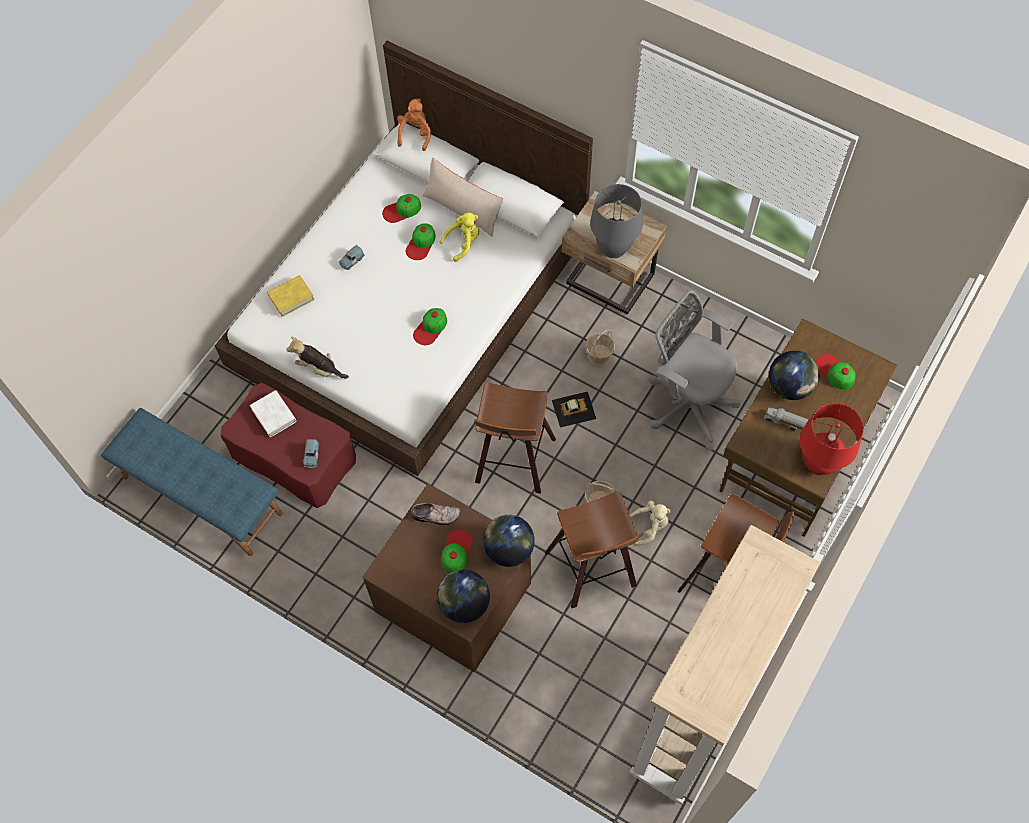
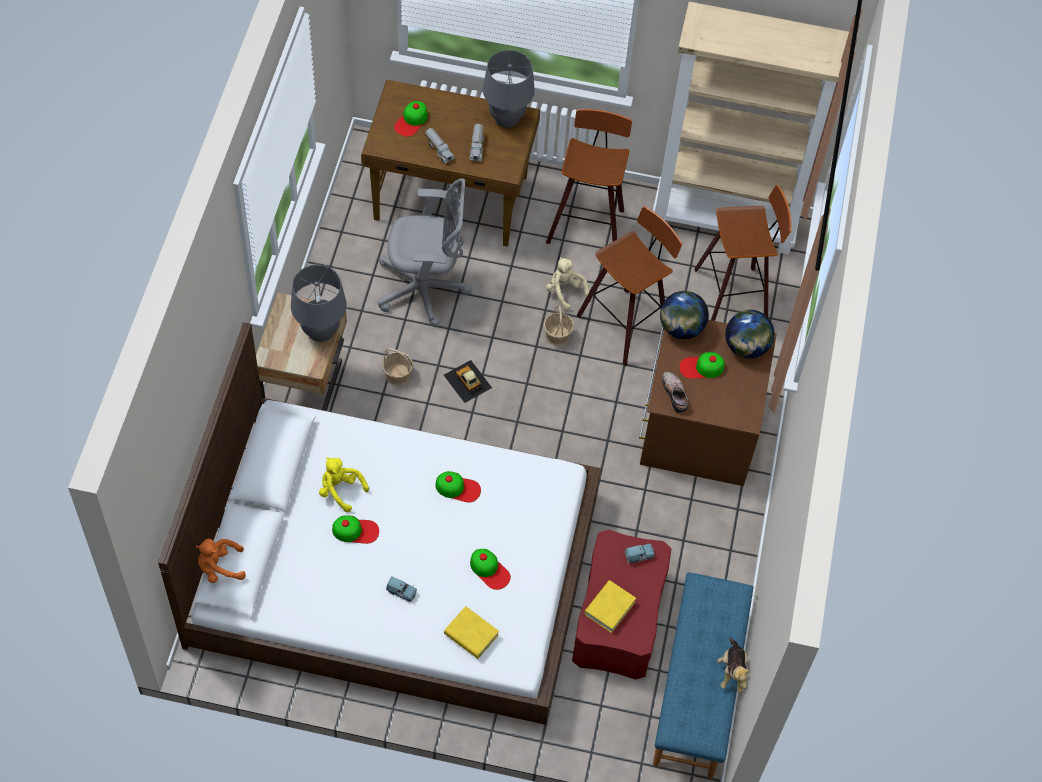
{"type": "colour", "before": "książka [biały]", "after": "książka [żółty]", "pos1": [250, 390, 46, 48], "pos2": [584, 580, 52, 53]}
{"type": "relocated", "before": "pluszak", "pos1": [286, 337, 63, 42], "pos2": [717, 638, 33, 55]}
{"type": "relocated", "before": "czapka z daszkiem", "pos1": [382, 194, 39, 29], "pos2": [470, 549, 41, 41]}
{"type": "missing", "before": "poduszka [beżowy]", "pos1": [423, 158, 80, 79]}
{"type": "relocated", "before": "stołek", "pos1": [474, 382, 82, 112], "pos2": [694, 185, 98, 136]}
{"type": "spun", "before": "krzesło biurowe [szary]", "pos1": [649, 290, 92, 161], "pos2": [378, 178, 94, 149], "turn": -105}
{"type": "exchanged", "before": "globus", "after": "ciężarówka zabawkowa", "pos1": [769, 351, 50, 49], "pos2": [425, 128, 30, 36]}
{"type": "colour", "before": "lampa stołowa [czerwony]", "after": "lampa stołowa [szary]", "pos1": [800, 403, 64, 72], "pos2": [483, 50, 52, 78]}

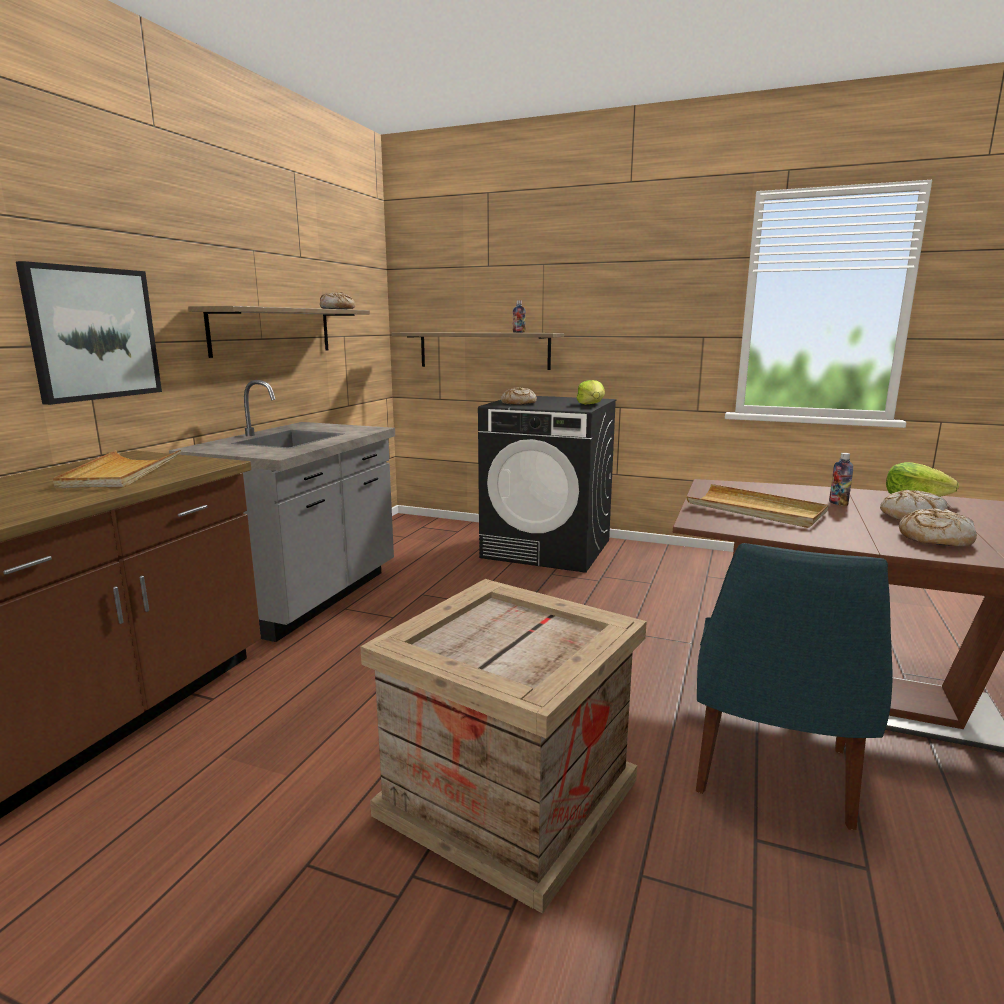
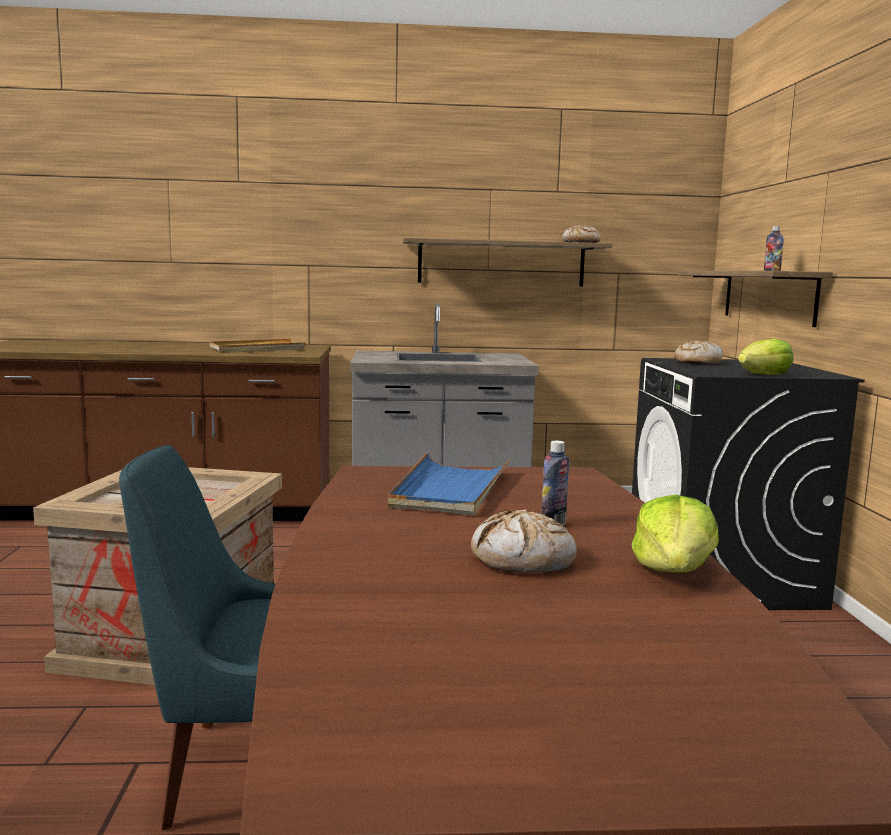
{"type": "missing", "before": "obraz", "pos1": [16, 261, 146, 144]}
{"type": "colour", "before": "taca [beżowy]", "after": "taca [niebieski]", "pos1": [686, 484, 142, 44], "pos2": [388, 452, 122, 64]}
{"type": "missing", "before": "chleb", "pos1": [899, 509, 78, 38]}

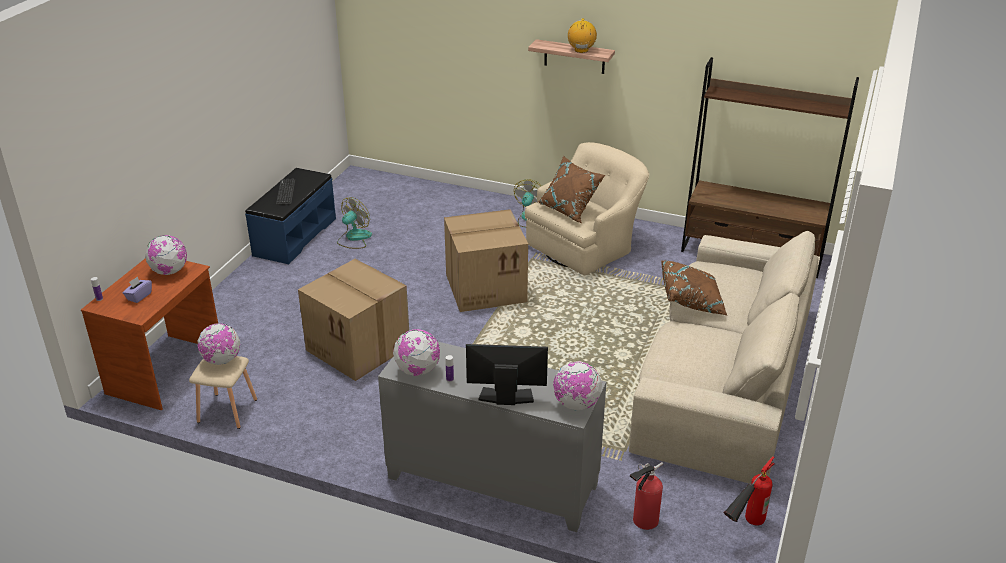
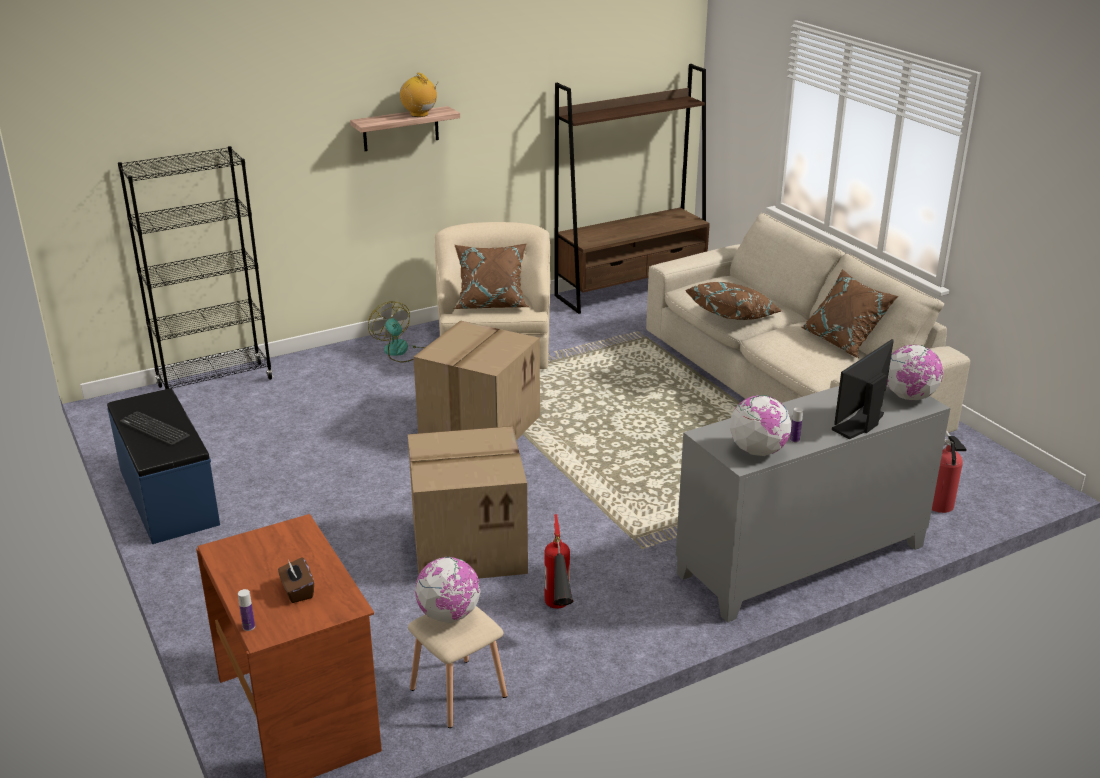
{"type": "colour", "before": "pudełko chusteczek [fioletowy]", "after": "pudełko chusteczek [brązowy]", "pos1": [123, 276, 29, 27], "pos2": [278, 557, 36, 46]}
{"type": "missing", "before": "globus", "pos1": [145, 235, 42, 40]}
{"type": "missing", "before": "wentylator", "pos1": [337, 197, 35, 52]}
{"type": "relocated", "before": "gaśnica", "pos1": [723, 456, 52, 70], "pos2": [545, 514, 28, 95]}
{"type": "appeared", "after": "regał [czarny]", "pos2": [118, 146, 155, 243]}
{"type": "appeared", "after": "poduszka [brązowy]", "pos2": [802, 269, 97, 89]}

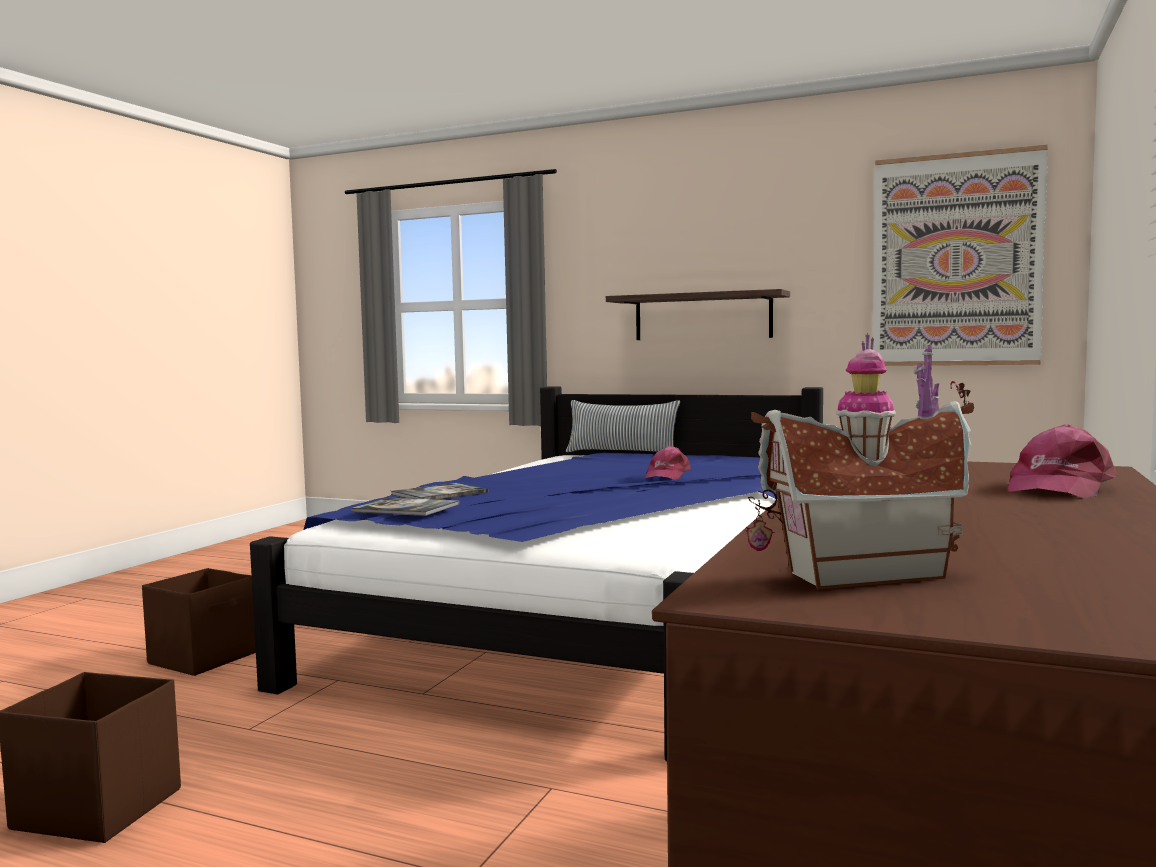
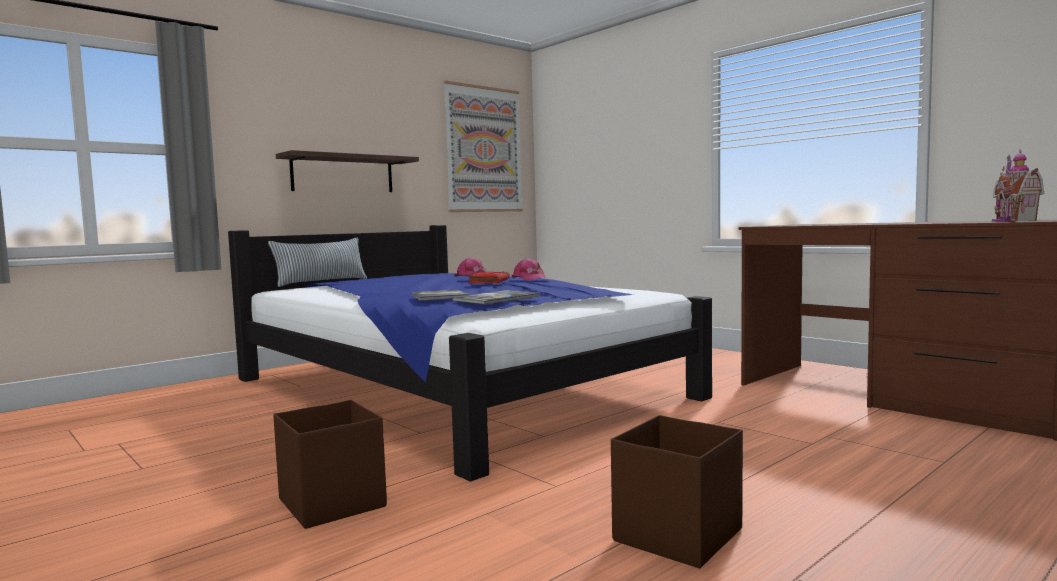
{"type": "relocated", "before": "czapka z daszkiem [różowy]", "pos1": [1008, 424, 110, 75], "pos2": [512, 258, 35, 23]}
{"type": "appeared", "after": "książka [czerwony]", "pos2": [468, 271, 42, 13]}

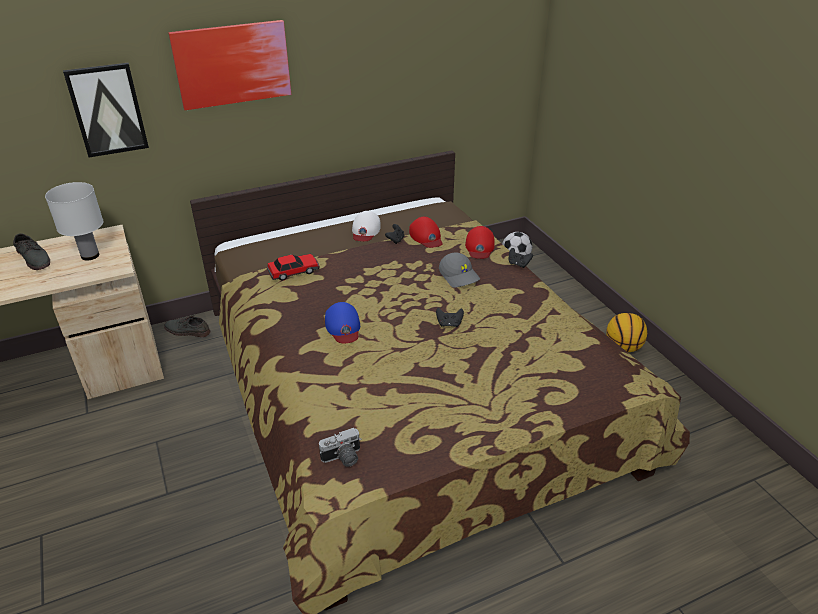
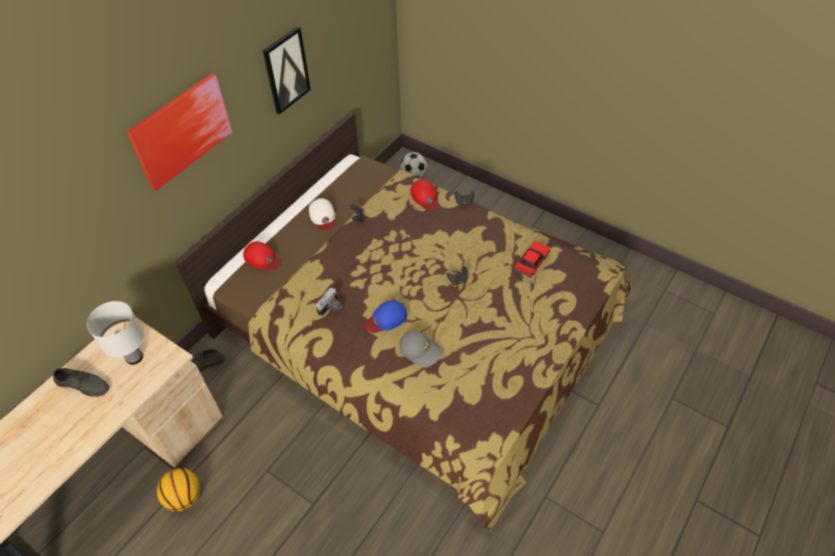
{"type": "relocated", "before": "obraz", "pos1": [63, 63, 86, 94], "pos2": [263, 26, 48, 88]}
{"type": "relocated", "before": "samochodzik", "pos1": [267, 254, 53, 27], "pos2": [515, 241, 35, 37]}
{"type": "relocated", "before": "aparat fotograficzny", "pos1": [319, 428, 42, 39], "pos2": [316, 288, 27, 28]}
{"type": "spun", "before": "czapka z daszkiem [niebieski]", "pos1": [325, 302, 35, 41], "pos2": [364, 300, 43, 33], "turn": 105}
{"type": "relocated", "before": "czapka z daszkiem [czerwony]", "pos1": [409, 217, 34, 31], "pos2": [243, 241, 38, 30]}
{"type": "relocated", "before": "czapka z daszkiem [szary]", "pos1": [439, 252, 41, 36], "pos2": [399, 330, 43, 38]}
{"type": "relocated", "before": "piłka do koszykówki", "pos1": [606, 313, 41, 39], "pos2": [157, 468, 43, 43]}

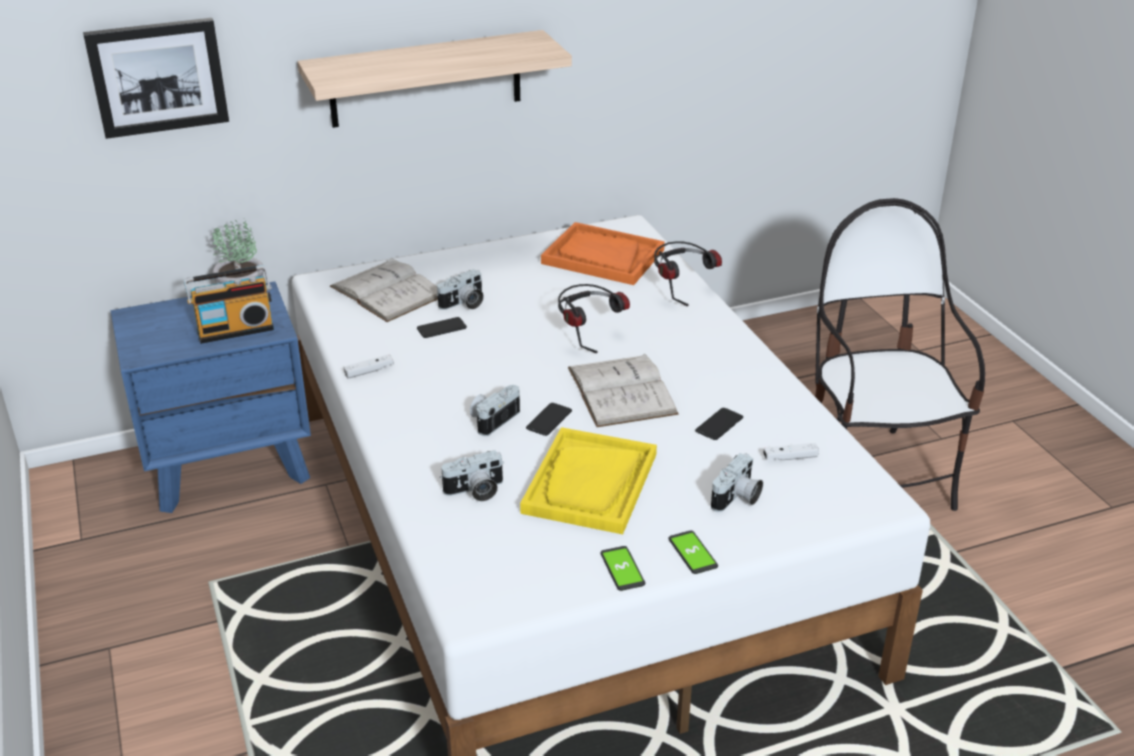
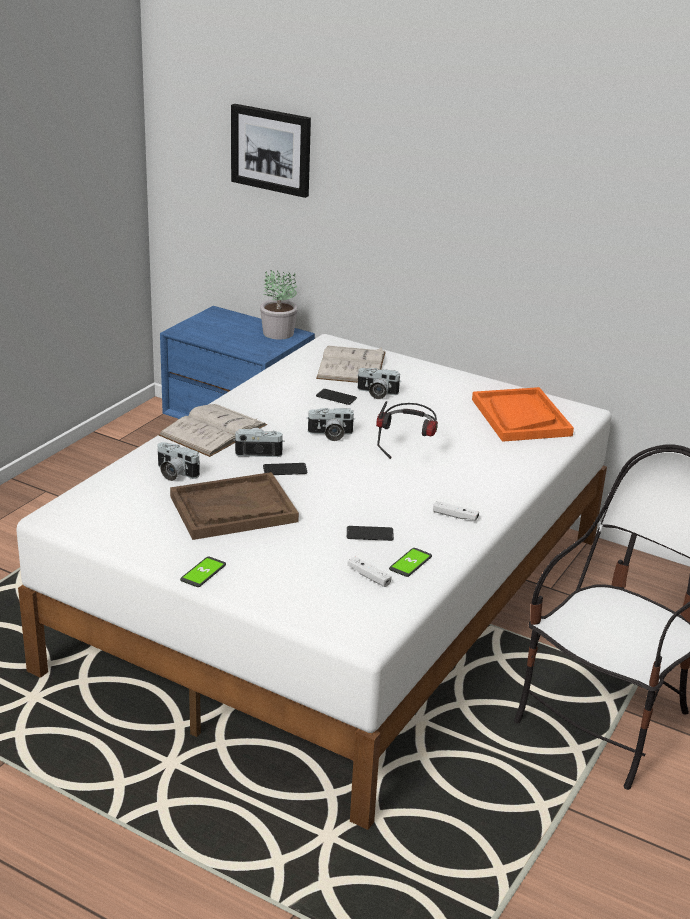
{"type": "missing", "before": "radio", "pos1": [184, 265, 90, 79]}
{"type": "missing", "before": "półka", "pos1": [297, 30, 275, 98]}
{"type": "relocated", "before": "pad do gier [biały]", "pos1": [343, 354, 50, 25], "pos2": [433, 501, 46, 20]}
{"type": "colour", "before": "taca [żółty]", "after": "taca [brązowy]", "pos1": [520, 427, 137, 107], "pos2": [170, 472, 129, 68]}
{"type": "relocated", "before": "książka [biały]", "pos1": [568, 354, 111, 73], "pos2": [159, 404, 108, 53]}
{"type": "relocated", "before": "telefon", "pos1": [600, 546, 45, 45], "pos2": [389, 548, 43, 29]}
{"type": "missing", "before": "słuchawki", "pos1": [654, 241, 68, 65]}
{"type": "relocated", "before": "aparat fotograficzny", "pos1": [711, 453, 52, 59], "pos2": [306, 408, 49, 33]}

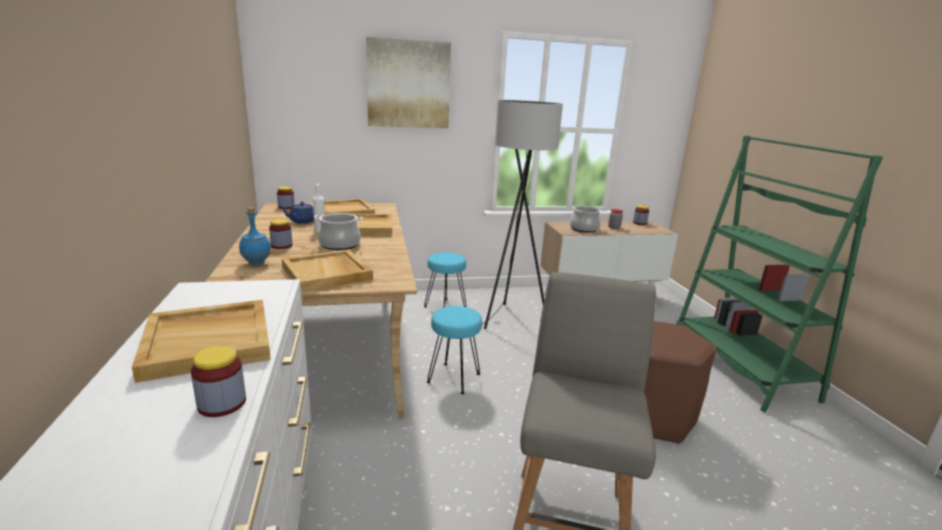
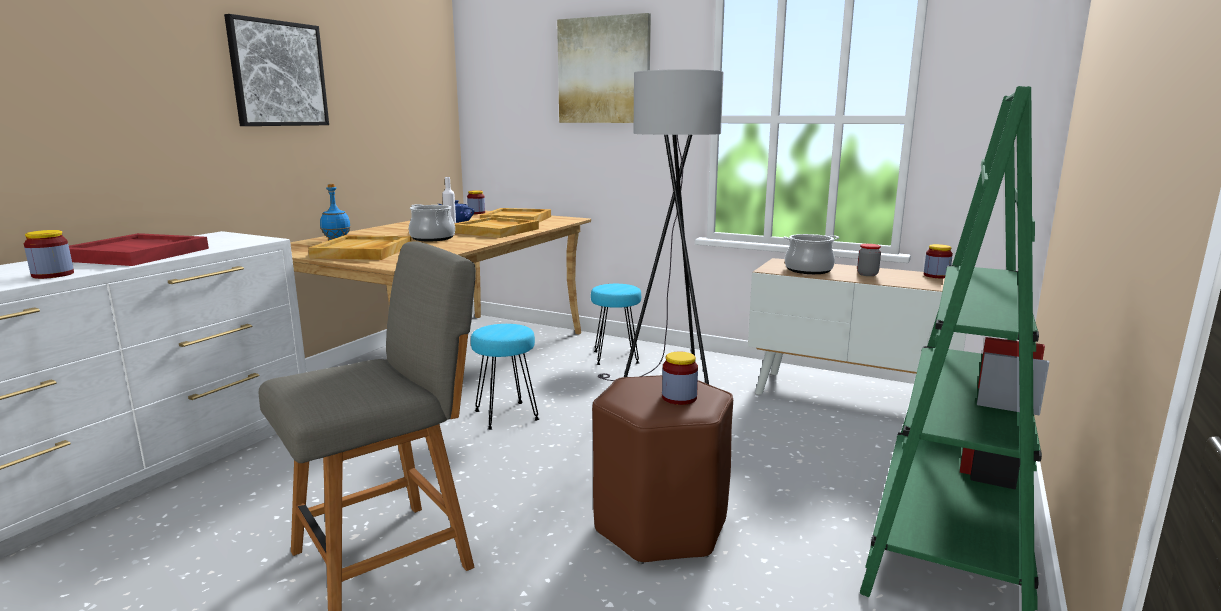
{"type": "colour", "before": "taca [beżowy]", "after": "taca [czerwony]", "pos1": [132, 300, 139, 83], "pos2": [69, 233, 140, 33]}
{"type": "relocated", "before": "słoik", "pos1": [269, 219, 23, 30], "pos2": [662, 351, 36, 54]}
{"type": "appeared", "after": "obraz", "pos2": [224, 14, 105, 112]}

